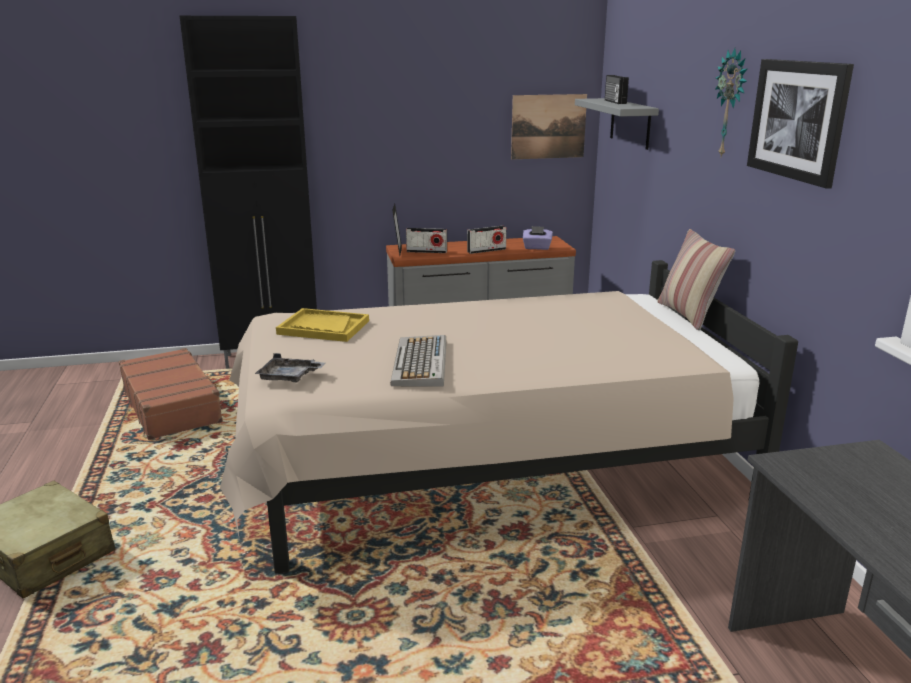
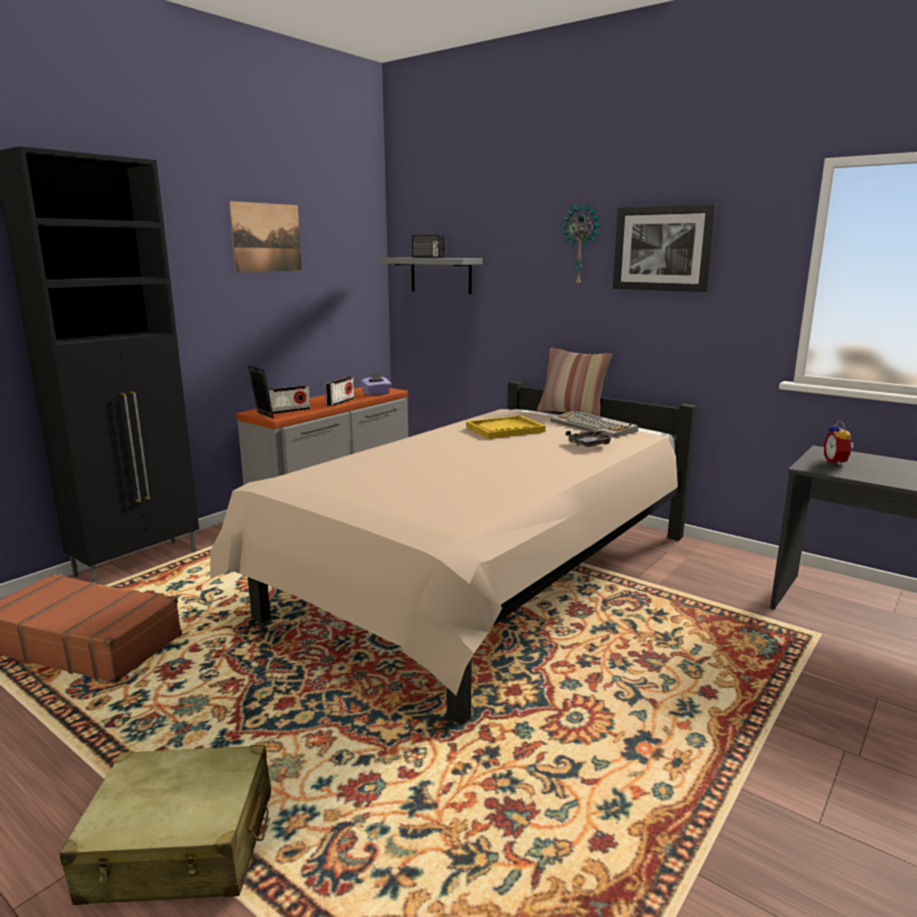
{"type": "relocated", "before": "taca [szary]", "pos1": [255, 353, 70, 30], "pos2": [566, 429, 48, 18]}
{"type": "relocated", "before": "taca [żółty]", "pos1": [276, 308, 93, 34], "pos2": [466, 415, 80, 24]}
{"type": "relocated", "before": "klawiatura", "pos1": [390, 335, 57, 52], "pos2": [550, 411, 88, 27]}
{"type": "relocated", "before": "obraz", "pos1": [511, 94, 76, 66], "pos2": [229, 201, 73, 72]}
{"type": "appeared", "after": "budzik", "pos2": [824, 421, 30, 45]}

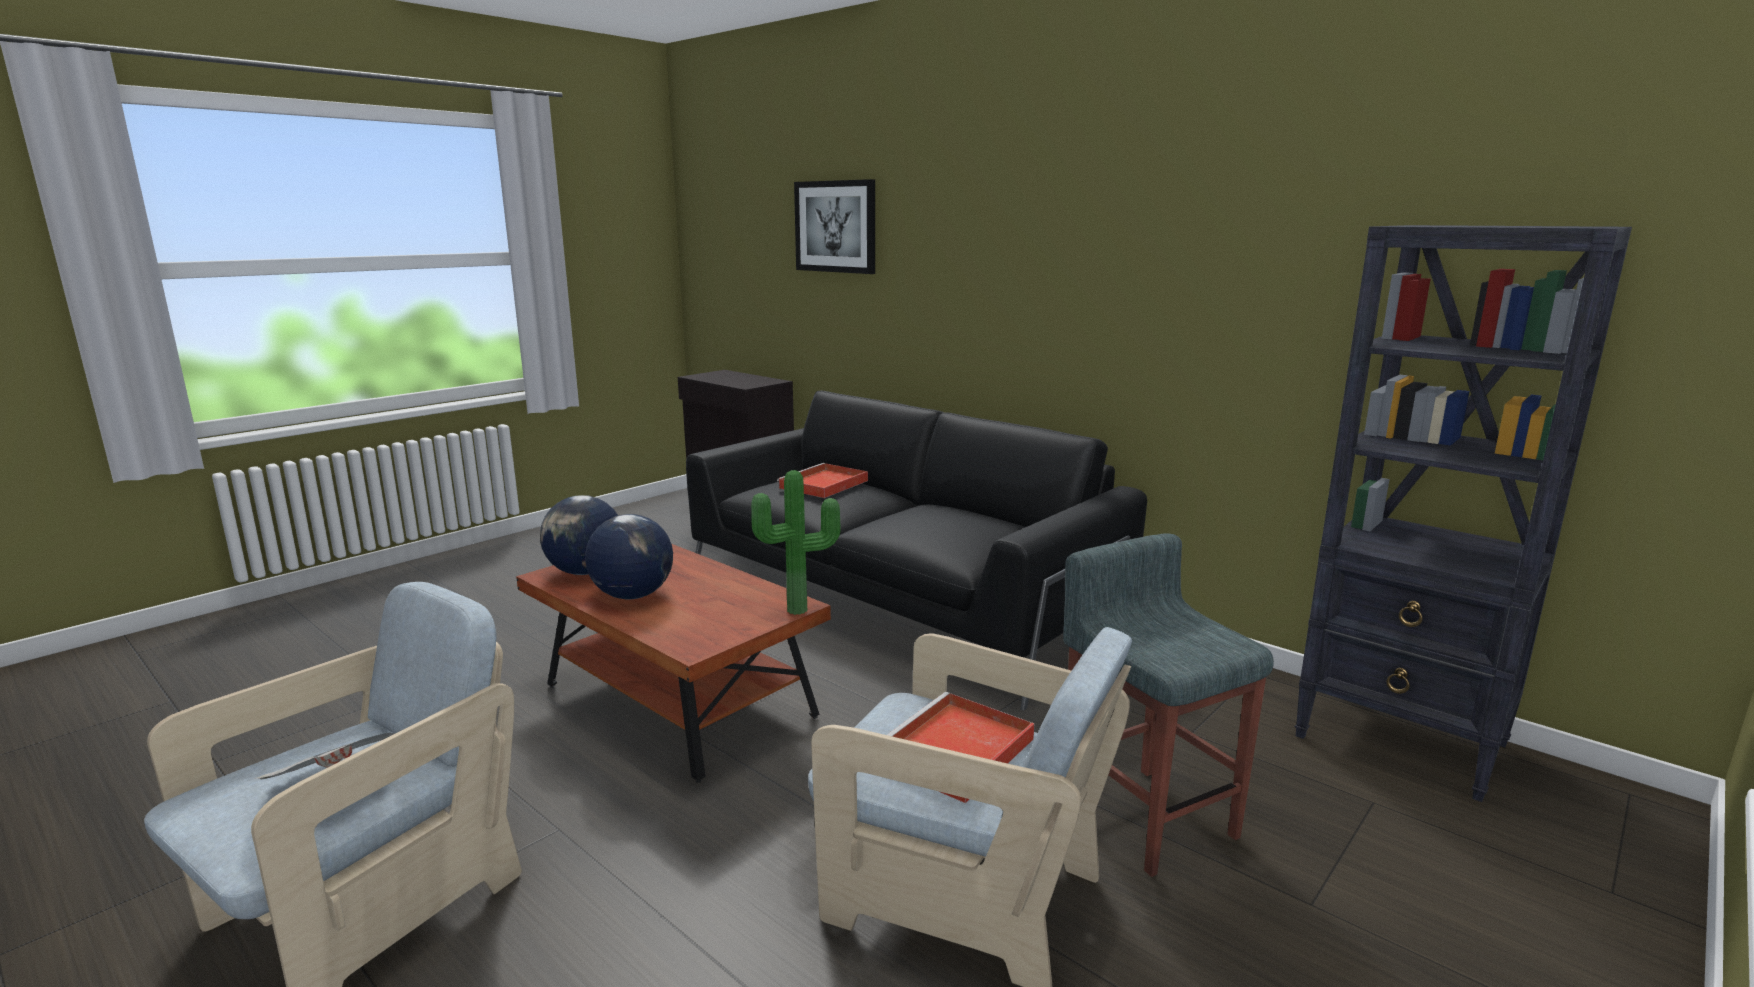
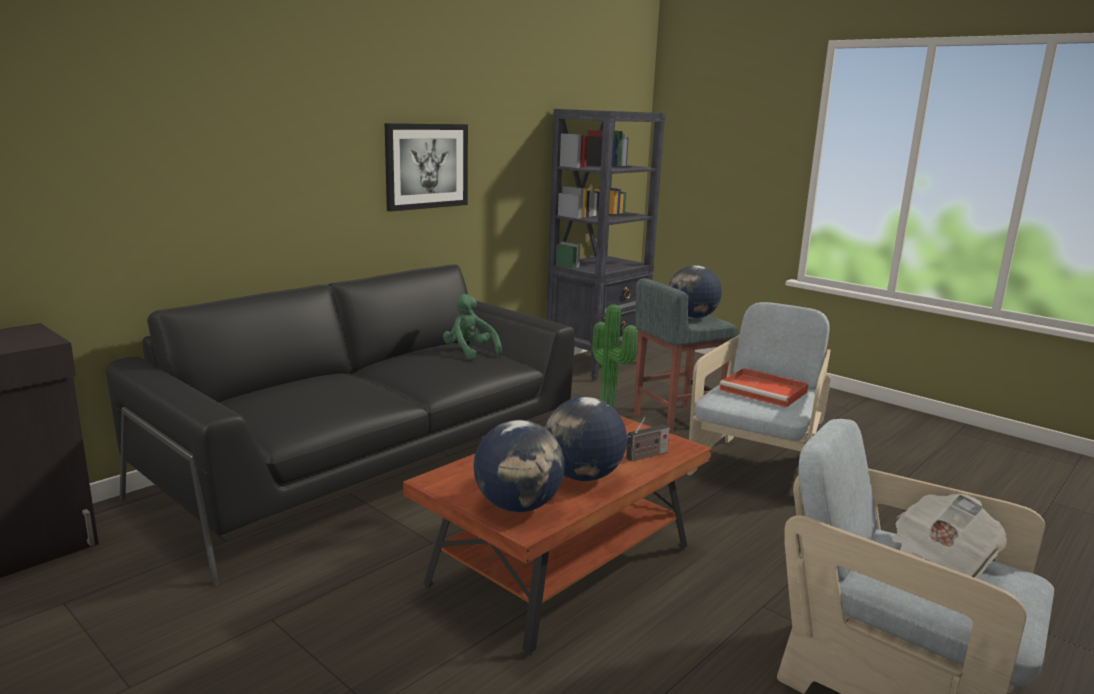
{"type": "missing", "before": "taca [czerwony]", "pos1": [777, 463, 91, 35]}
{"type": "relocated", "before": "obraz", "pos1": [794, 179, 81, 95], "pos2": [385, 123, 83, 89]}
{"type": "appeared", "after": "pluszak [zielony]", "pos2": [443, 294, 59, 66]}
{"type": "appeared", "after": "radio", "pos2": [626, 417, 44, 45]}
{"type": "appeared", "after": "globus", "pos2": [669, 265, 53, 54]}

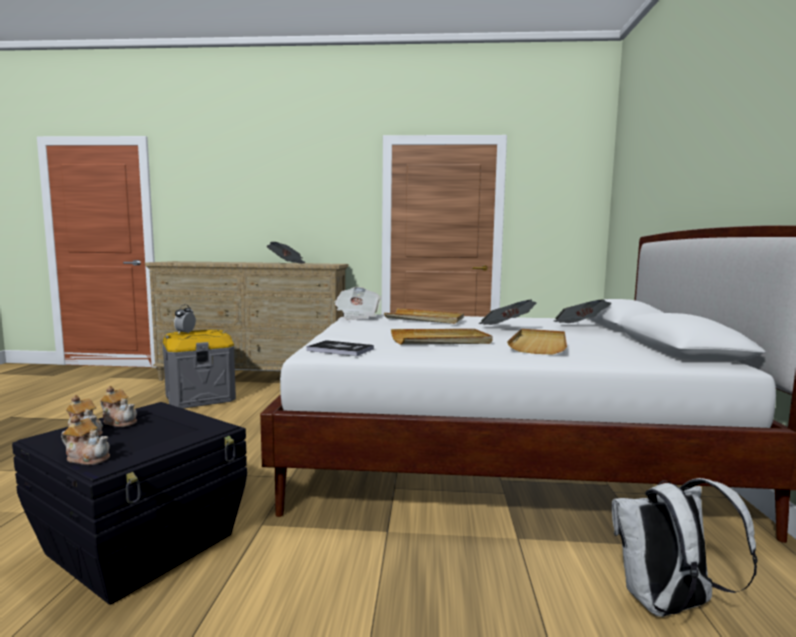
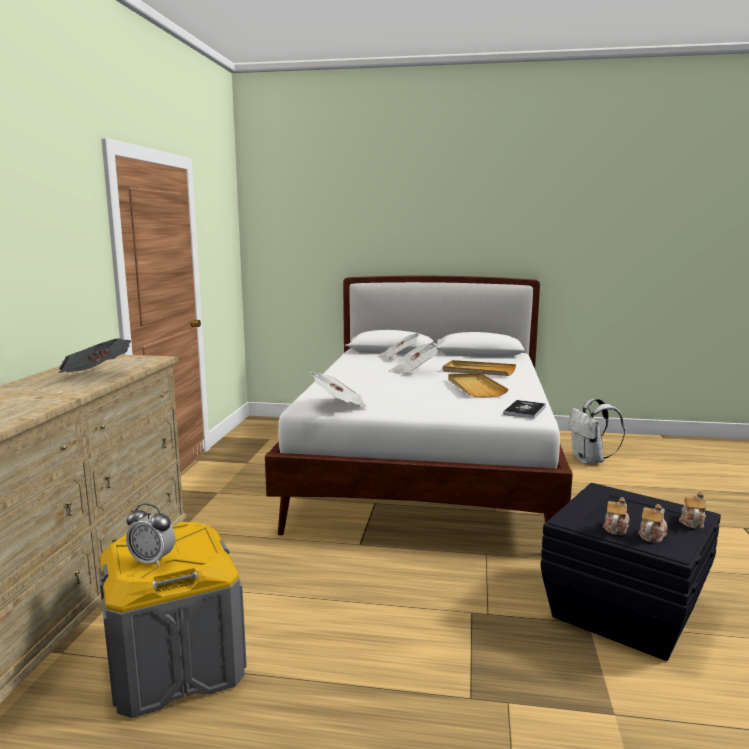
{"type": "missing", "before": "taca [beżowy]", "pos1": [384, 308, 80, 16]}

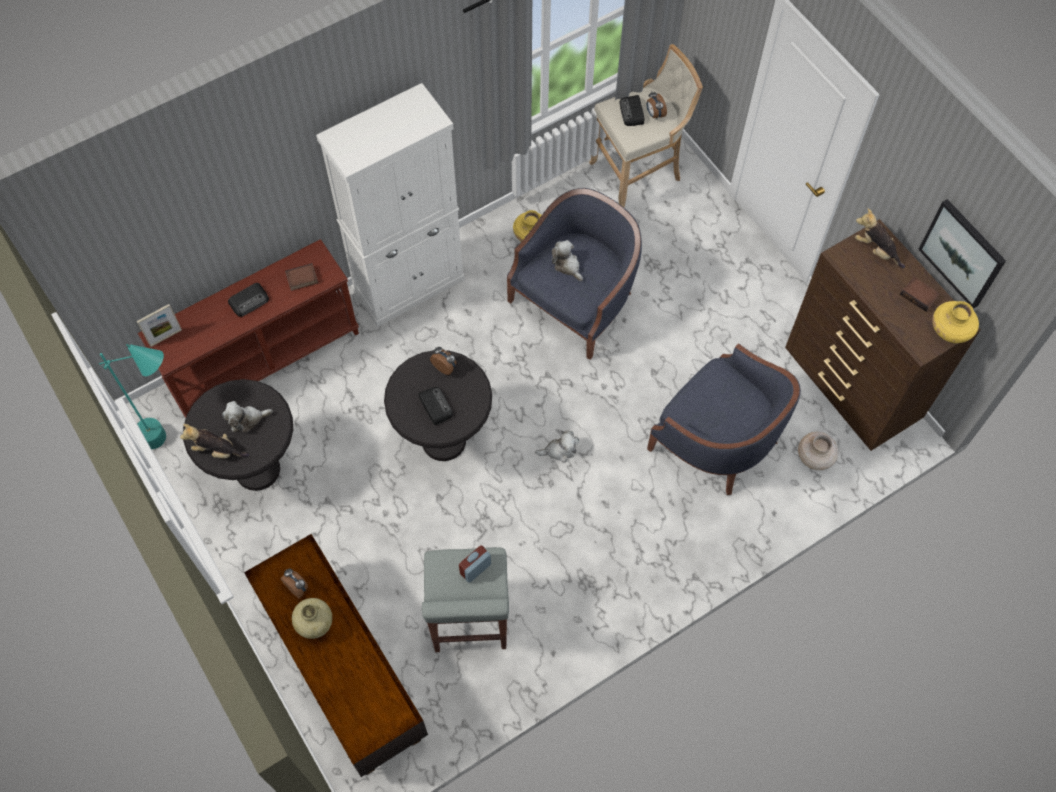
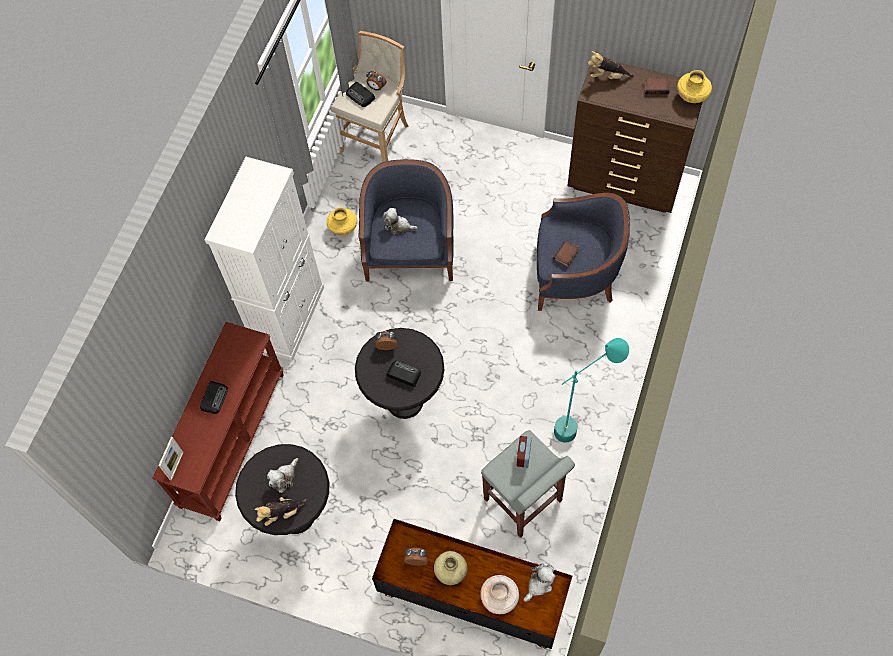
{"type": "relocated", "before": "lampa stojąca [turkusowy]", "pos1": [98, 344, 68, 105], "pos2": [554, 338, 75, 105]}
{"type": "relocated", "before": "książka", "pos1": [285, 263, 33, 28], "pos2": [553, 240, 26, 27]}
{"type": "relocated", "before": "pluszak", "pos1": [535, 430, 44, 33], "pos2": [523, 563, 33, 39]}
{"type": "relocated", "before": "wazon [beżowy]", "pos1": [798, 432, 40, 38], "pos2": [480, 575, 39, 39]}
{"type": "missing", "before": "obraz", "pos1": [918, 199, 88, 110]}

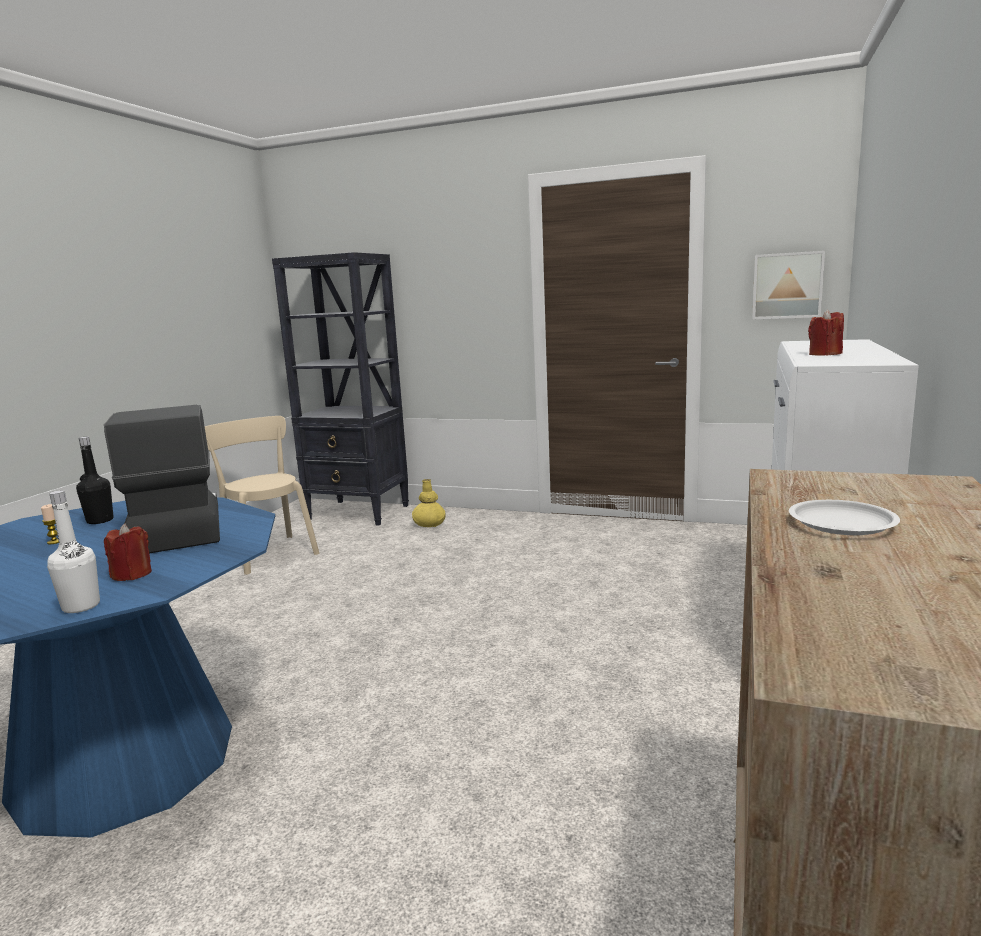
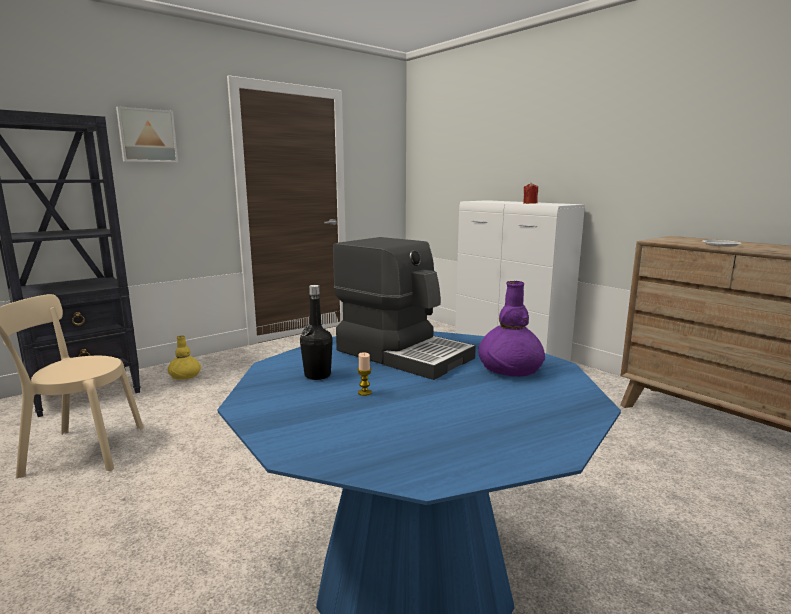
{"type": "missing", "before": "butelka [biały]", "pos1": [47, 490, 53, 123]}
{"type": "spun", "before": "ekspres do kawy", "pos1": [104, 405, 116, 148], "pos2": [333, 237, 143, 143], "turn": -150}
{"type": "exchanged", "before": "świeca [czerwony]", "after": "wazon [fioletowy]", "pos1": [104, 523, 48, 58], "pos2": [478, 281, 67, 96]}
{"type": "relocated", "before": "obraz", "pos1": [752, 251, 73, 68], "pos2": [116, 106, 62, 57]}

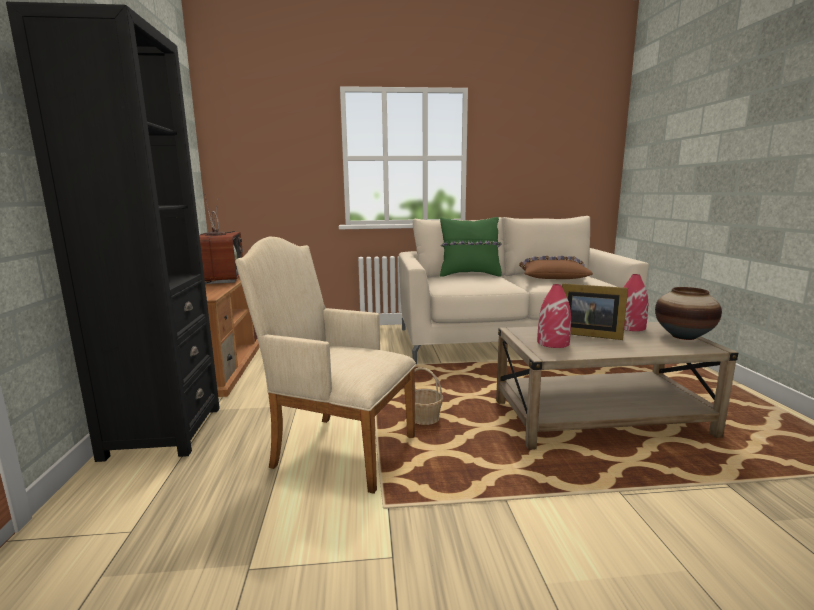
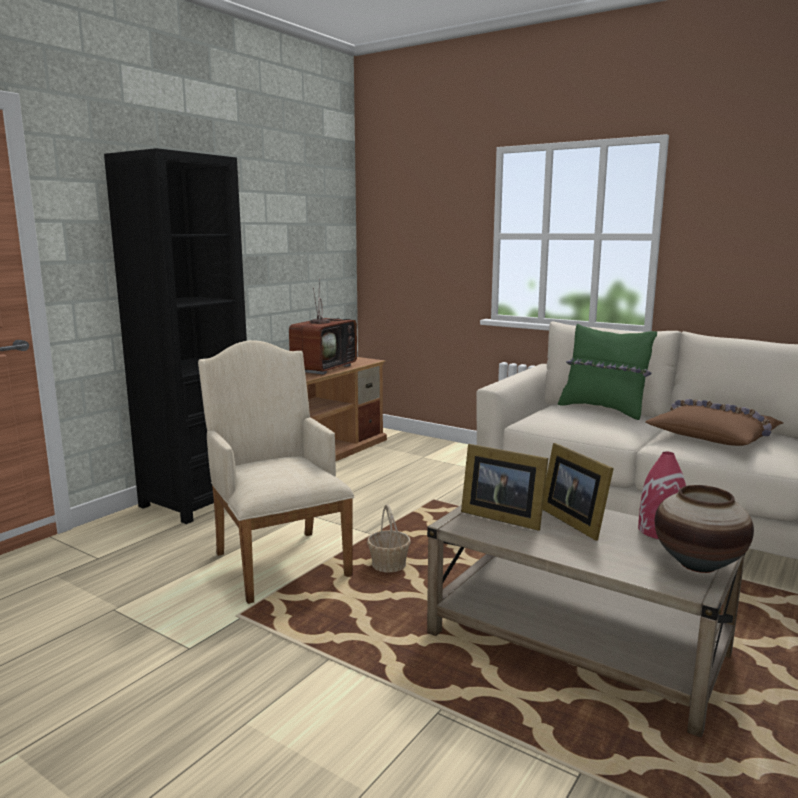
{"type": "exchanged", "before": "wazon [czerwony]", "after": "ramka na zdjęcie", "pos1": [537, 284, 34, 64], "pos2": [461, 444, 87, 87]}

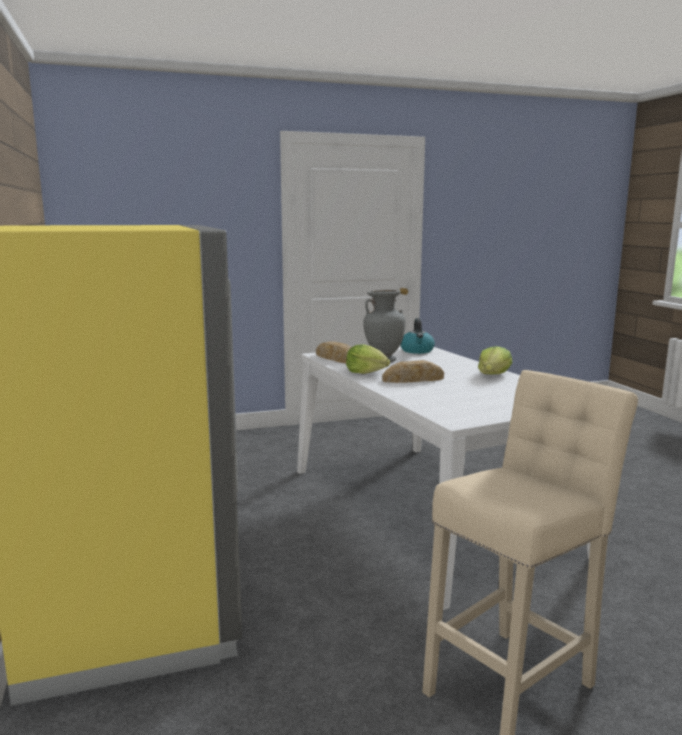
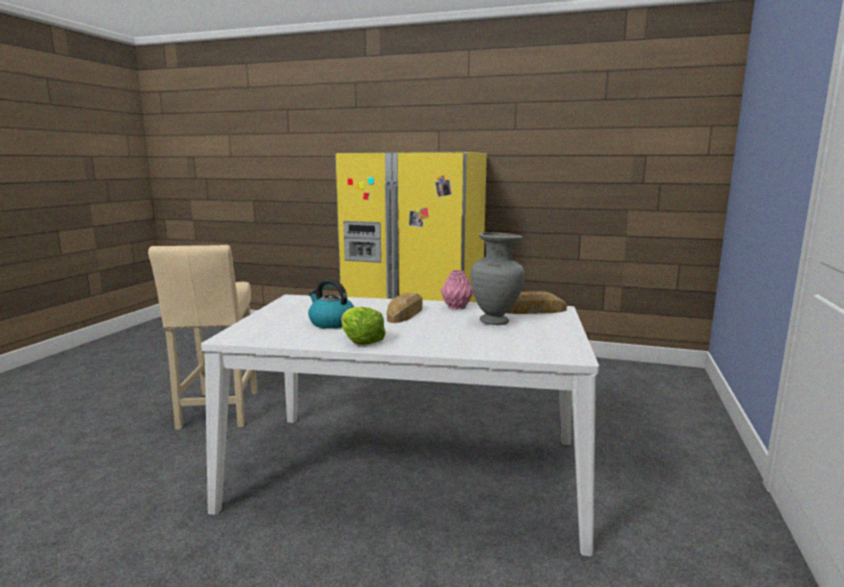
{"type": "exchanged", "before": "sałata", "after": "wazon [różowy]", "pos1": [346, 345, 44, 29], "pos2": [440, 270, 33, 40]}
{"type": "relocated", "before": "czajnik", "pos1": [400, 318, 35, 36], "pos2": [308, 279, 46, 50]}

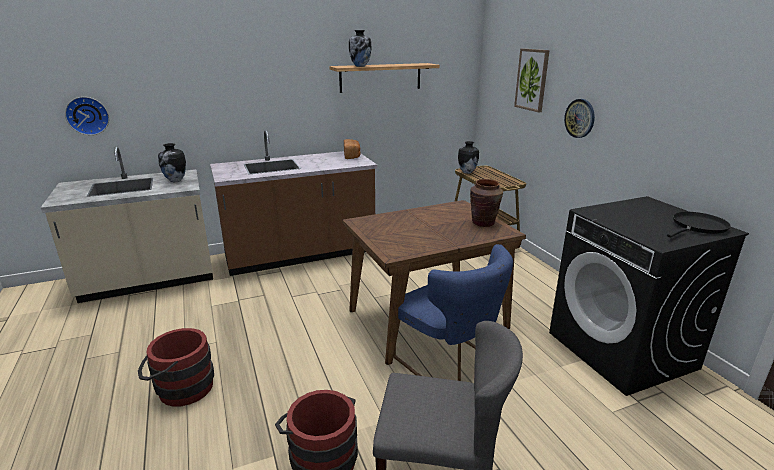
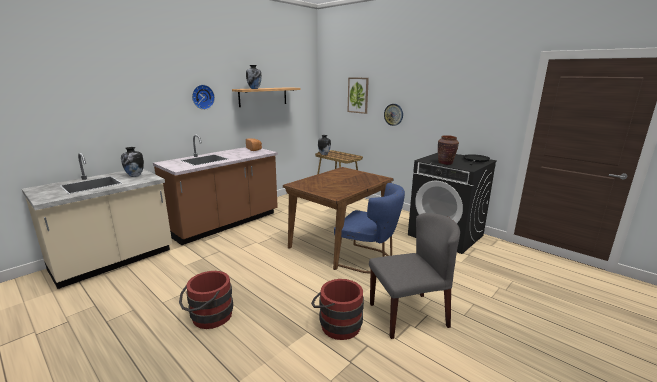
{"type": "relocated", "before": "zegar ścienny", "pos1": [65, 97, 44, 38], "pos2": [192, 85, 23, 25]}
{"type": "relocated", "before": "wazon [brązowy]", "pos1": [470, 179, 33, 48], "pos2": [438, 135, 21, 30]}

